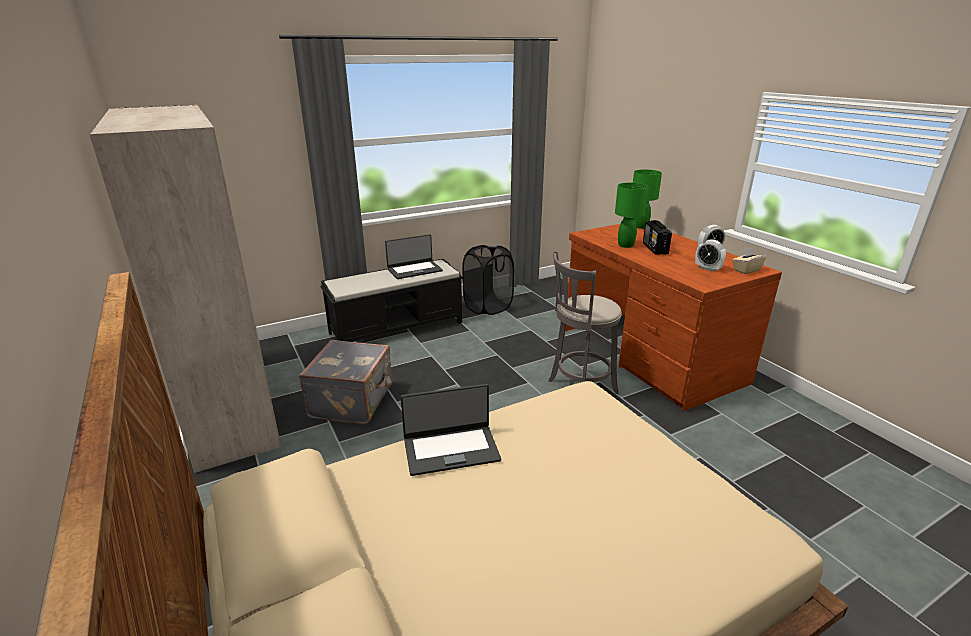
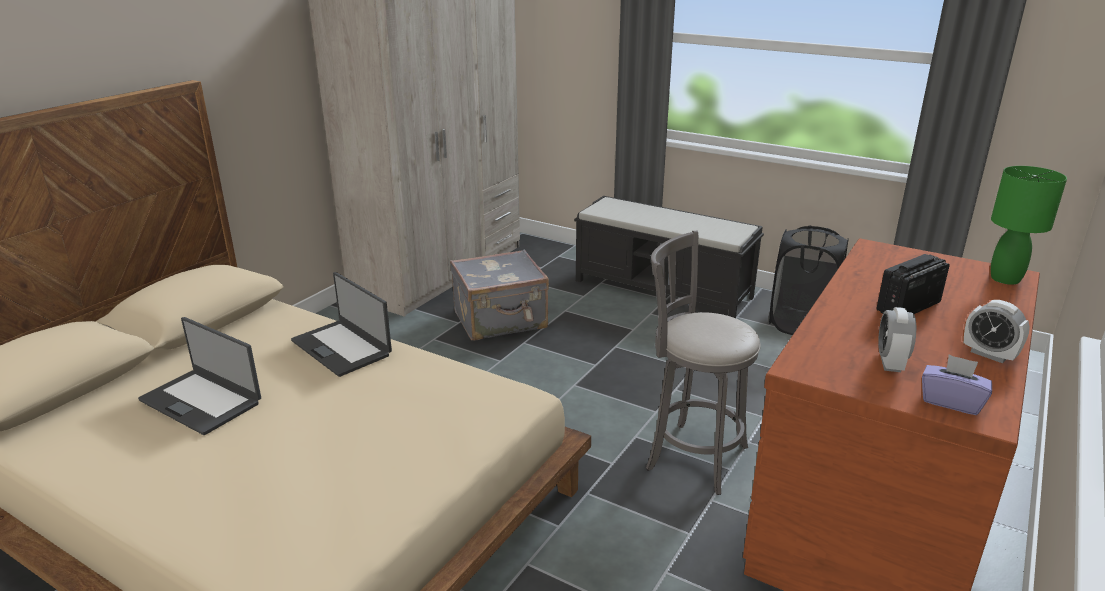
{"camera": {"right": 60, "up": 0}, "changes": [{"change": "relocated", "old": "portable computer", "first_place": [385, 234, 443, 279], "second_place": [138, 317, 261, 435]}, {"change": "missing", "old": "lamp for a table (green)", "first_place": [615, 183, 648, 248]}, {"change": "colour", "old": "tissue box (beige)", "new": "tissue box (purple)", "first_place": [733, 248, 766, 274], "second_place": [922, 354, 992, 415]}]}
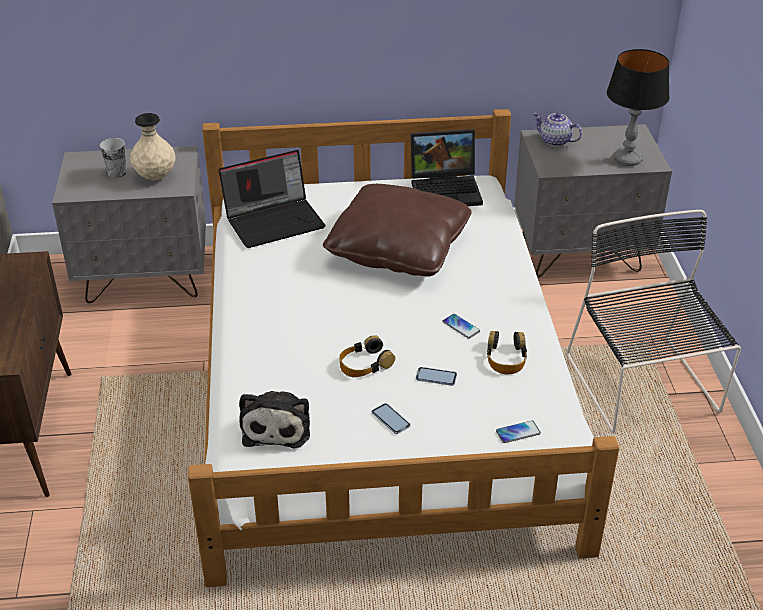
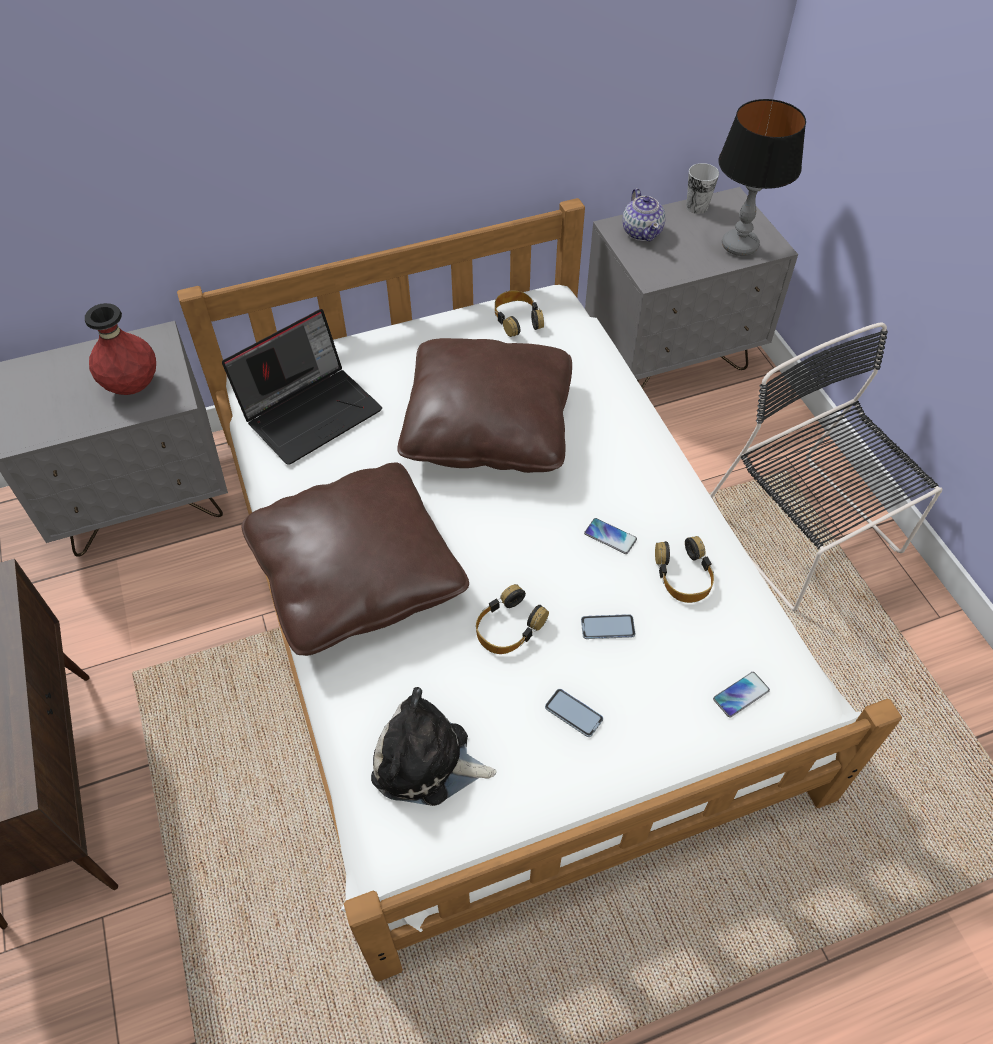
{"camera": {"right": -15, "up": 15}, "changes": [{"change": "relocated", "old": "drinking cup", "first_place": [100, 138, 126, 178], "second_place": [686, 163, 719, 214]}, {"change": "colour", "old": "decorative vase (beige)", "new": "decorative vase (red)", "first_place": [130, 113, 175, 180], "second_place": [85, 303, 156, 395]}, {"change": "spun", "old": "plush toy", "first_place": [239, 391, 310, 449], "second_place": [371, 687, 496, 806], "degrees": 120}, {"change": "exchanged", "old": "portable computer", "new": "headphones", "first_place": [411, 129, 483, 206], "second_place": [495, 290, 544, 337]}, {"change": "spun", "old": "tea pot", "first_place": [533, 112, 582, 147], "second_place": [622, 188, 666, 242], "degrees": -120}, {"change": "appeared", "new": "throw pillow (brown)", "second_place": [242, 462, 469, 656]}]}
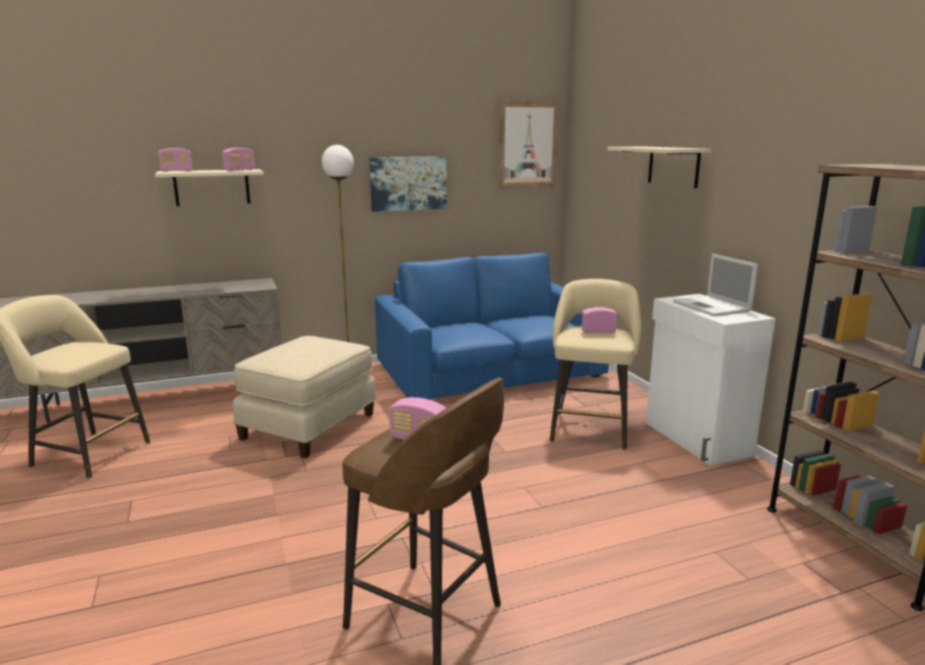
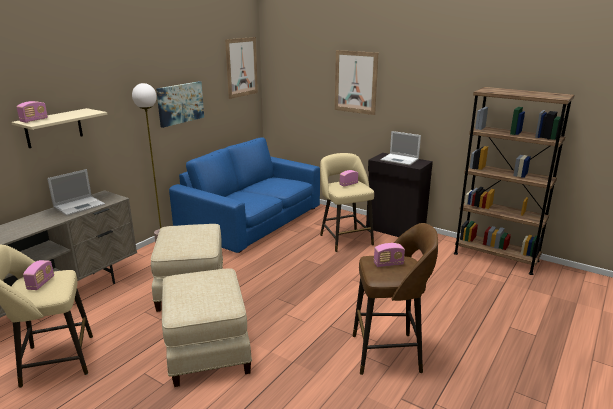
{"camera": {"right": -35, "up": 5}, "changes": [{"change": "relocated", "old": "radio set", "first_place": [222, 148, 255, 171], "second_place": [23, 260, 54, 290]}, {"change": "exchanged", "old": "bracket shelf (beige)", "new": "picture", "first_place": [607, 147, 711, 188], "second_place": [335, 50, 378, 115]}, {"change": "colour", "old": "cabinet (white-coloured)", "new": "cabinet (black-coloured)", "first_place": [646, 294, 776, 466], "second_place": [366, 153, 433, 237]}, {"change": "appeared", "new": "portable computer", "second_place": [47, 169, 105, 216]}, {"change": "appeared", "new": "ottoman (beige)", "second_place": [162, 268, 252, 387]}]}
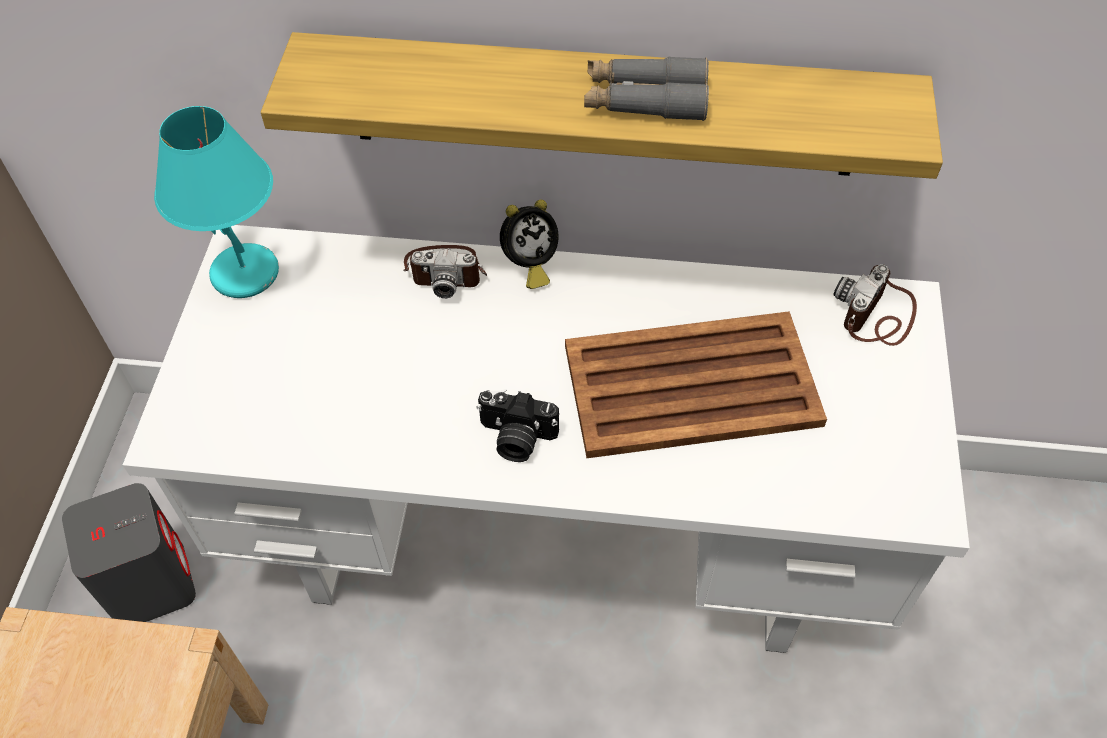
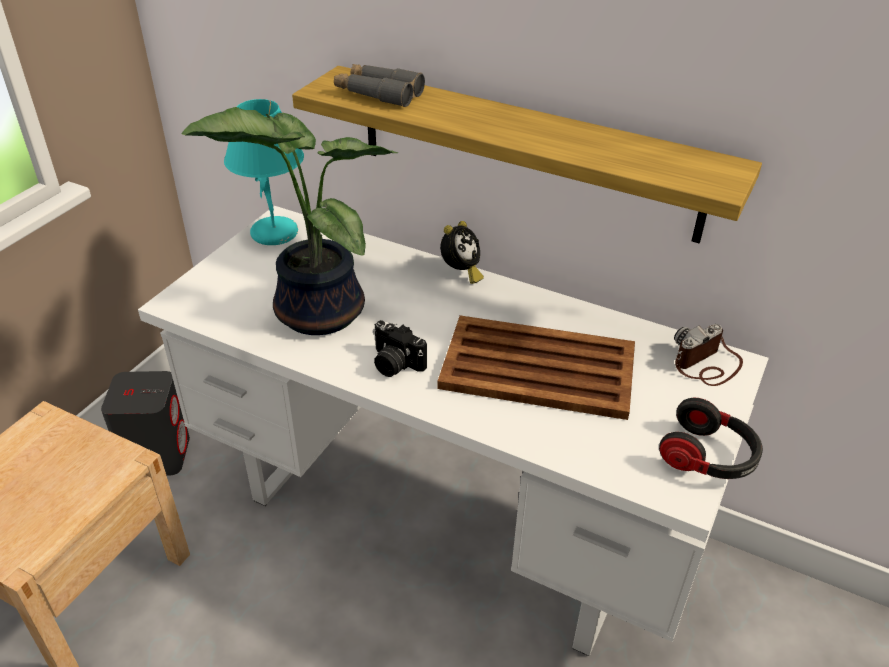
{"camera": {"right": 20, "up": -15}, "changes": [{"change": "missing", "old": "still camera", "first_place": [403, 245, 487, 298]}, {"change": "spun", "old": "alarm clock", "first_place": [500, 200, 559, 289], "second_place": [440, 221, 484, 284], "degrees": -45}, {"change": "relocated", "old": "pair of binoculars (gray)", "first_place": [584, 56, 709, 121], "second_place": [334, 64, 425, 107]}, {"change": "appeared", "new": "plant in a pot", "second_place": [181, 107, 398, 335]}, {"change": "appeared", "new": "headphones", "second_place": [659, 397, 763, 479]}]}
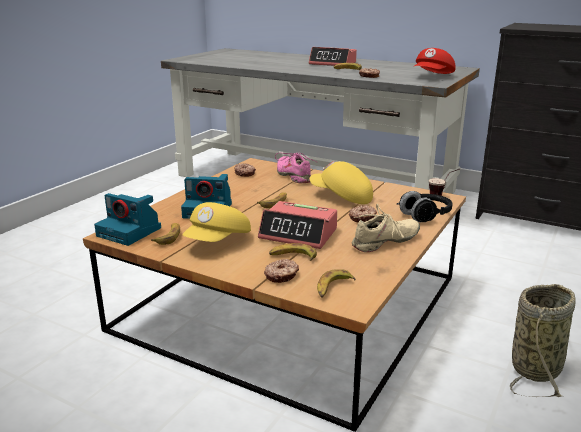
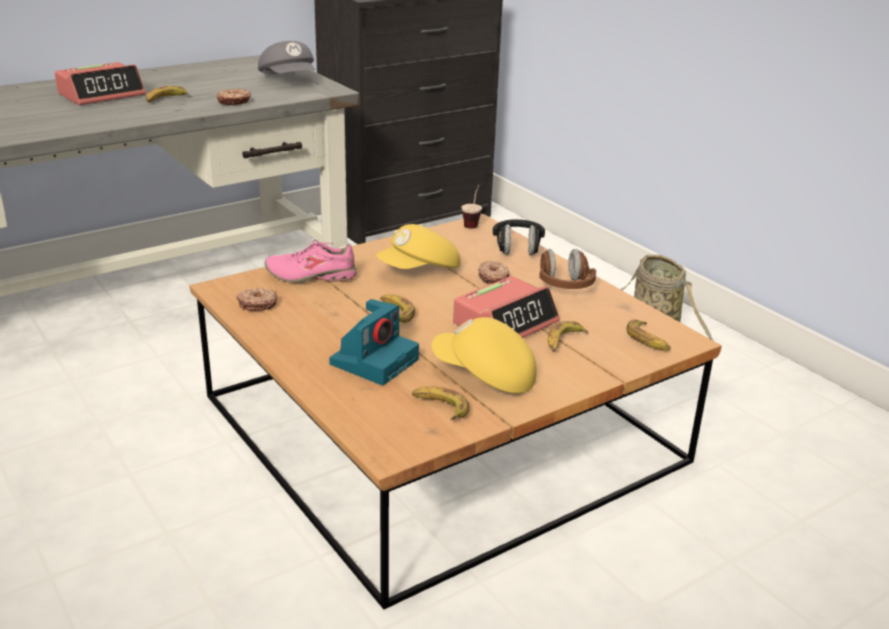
{"camera": {"right": -65, "up": 5}, "changes": [{"change": "missing", "old": "still camera", "first_place": [94, 193, 161, 246]}, {"change": "spun", "old": "baseball cap (yellow)", "first_place": [182, 202, 251, 242], "second_place": [432, 317, 537, 393], "degrees": 150}, {"change": "missing", "old": "donut", "first_place": [264, 259, 299, 283]}, {"change": "exchanged", "old": "item of footwear (beige)", "new": "headphones (brown)", "first_place": [352, 204, 420, 252], "second_place": [539, 249, 596, 289]}, {"change": "colour", "old": "baseball cap (red)", "new": "baseball cap (gray)", "first_place": [413, 48, 456, 74], "second_place": [258, 41, 315, 74]}]}
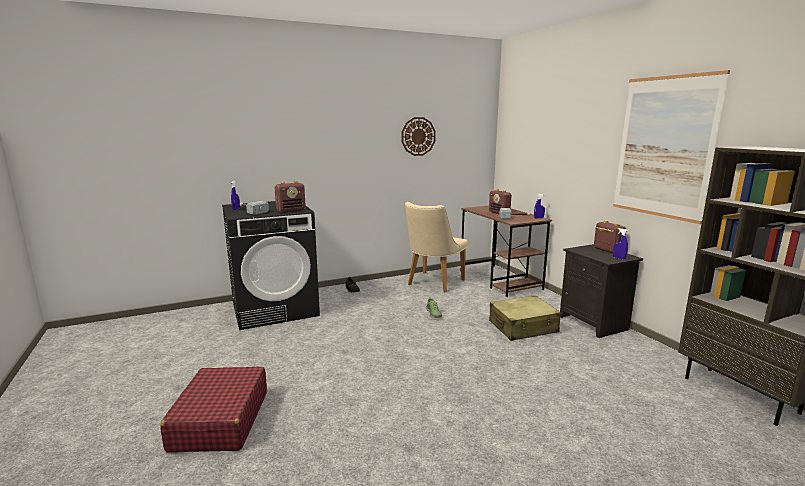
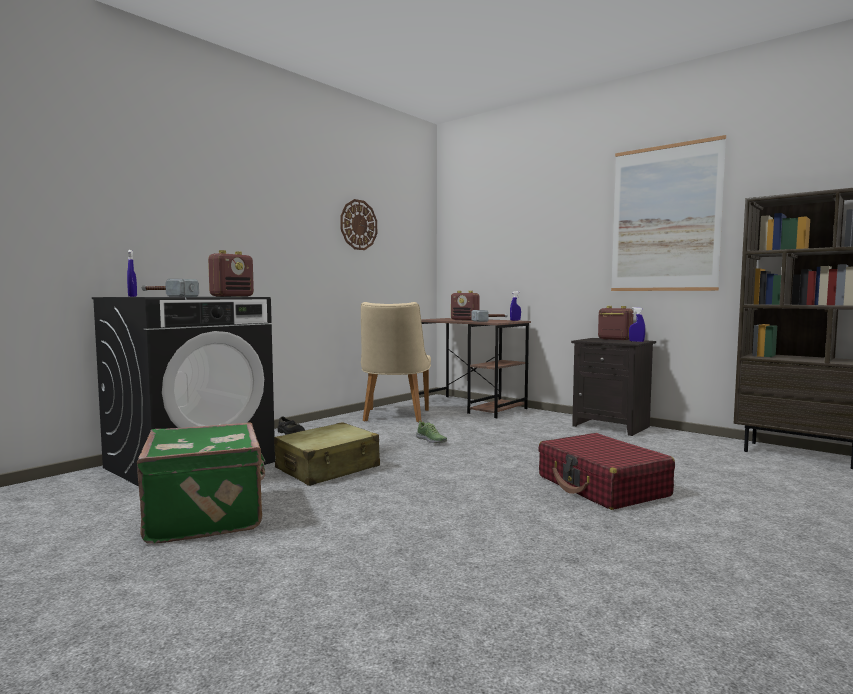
{"camera": {"right": -25, "up": -10}, "changes": [{"change": "relocated", "old": "travel case (red)", "first_place": [160, 367, 267, 453], "second_place": [538, 433, 675, 510]}, {"change": "relocated", "old": "travel case (beige)", "first_place": [489, 295, 561, 341], "second_place": [274, 422, 380, 486]}, {"change": "appeared", "new": "travel case (green)", "second_place": [137, 422, 265, 543]}]}
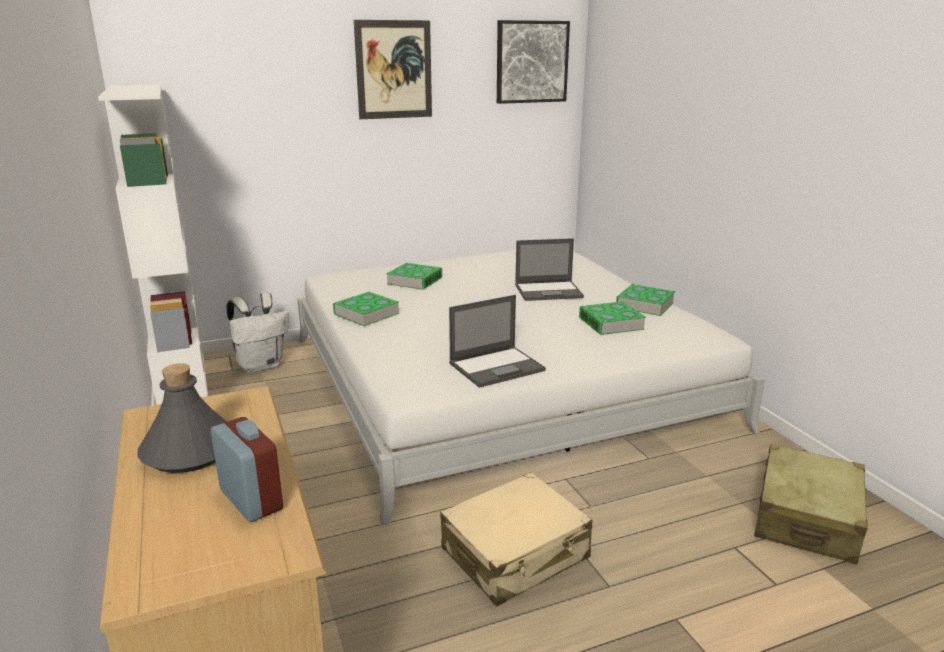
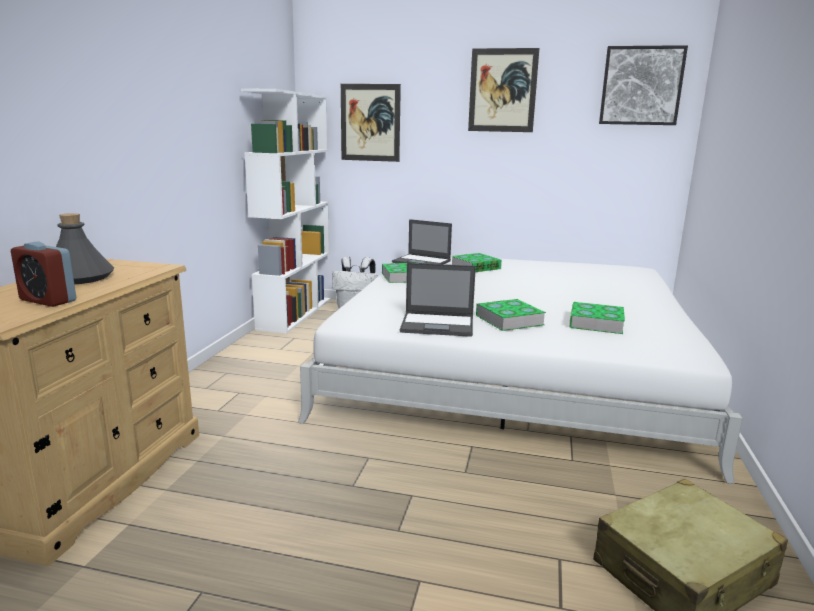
{"camera": {"right": 35, "up": -5}, "changes": [{"change": "spun", "old": "alarm clock", "first_place": [211, 417, 283, 522], "second_place": [11, 242, 76, 307], "degrees": 120}, {"change": "missing", "old": "travel case (beige)", "first_place": [441, 472, 592, 606]}, {"change": "relocated", "old": "portable computer", "first_place": [515, 238, 584, 301], "second_place": [392, 219, 452, 264]}, {"change": "relocated", "old": "volume", "first_place": [616, 284, 675, 316], "second_place": [476, 299, 546, 331]}, {"change": "appeared", "new": "picture", "second_place": [341, 84, 401, 162]}]}
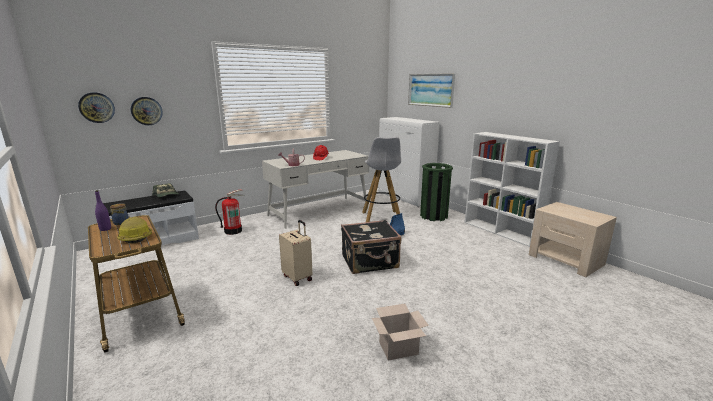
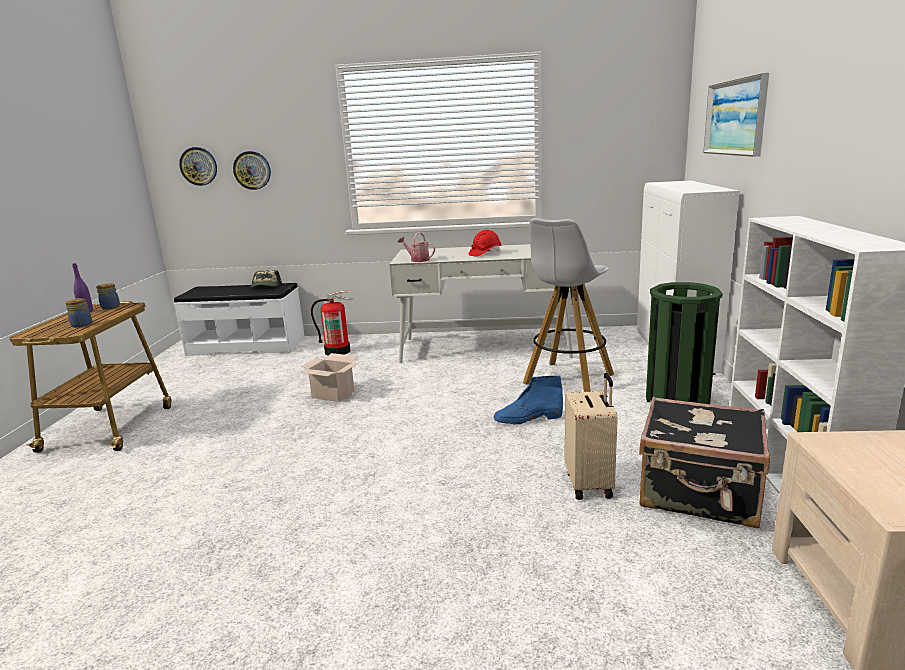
{"camera": {"right": 40, "up": 0}, "changes": [{"change": "exchanged", "old": "hard hat", "new": "storage jar", "first_place": [117, 217, 152, 243], "second_place": [65, 298, 92, 328]}, {"change": "relocated", "old": "travel case (beige)", "first_place": [279, 220, 312, 286], "second_place": [565, 373, 618, 500]}, {"change": "relocated", "old": "travel case (black-coloured)", "first_place": [341, 220, 401, 274], "second_place": [639, 397, 770, 528]}, {"change": "relocated", "old": "cardboard box", "first_place": [372, 304, 429, 360], "second_place": [299, 353, 358, 402]}]}
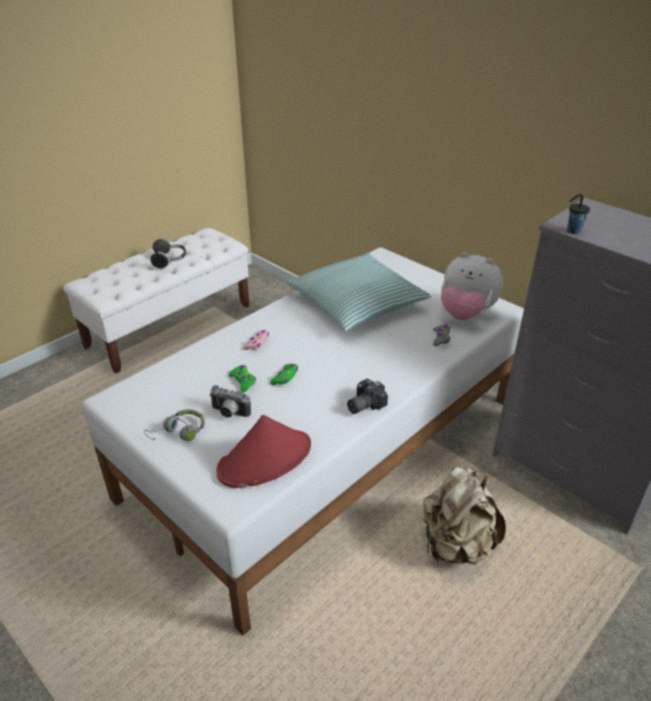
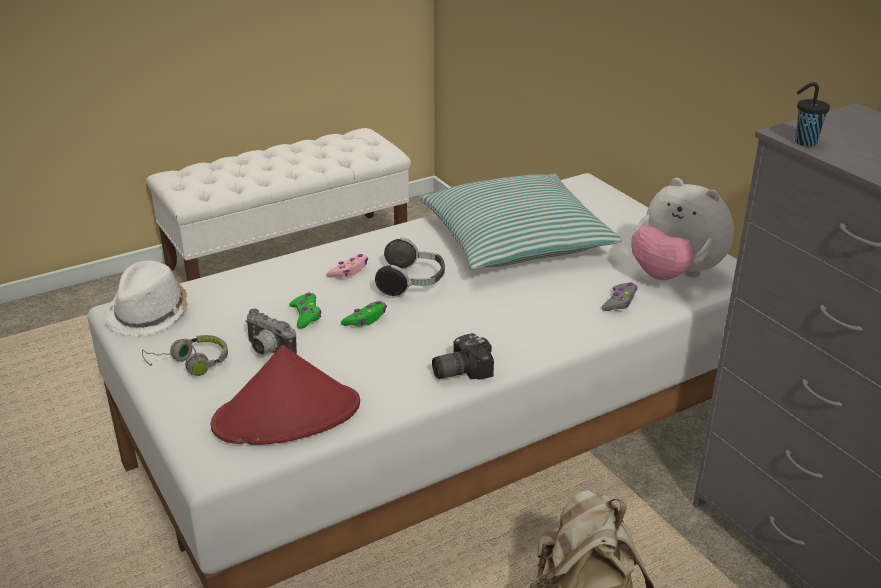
{"camera": {"right": 15, "up": -5}, "changes": [{"change": "relocated", "old": "headphones", "first_place": [150, 238, 186, 269], "second_place": [375, 237, 445, 298]}, {"change": "appeared", "new": "wearable hat (white-coloured)", "second_place": [105, 260, 188, 337]}]}
